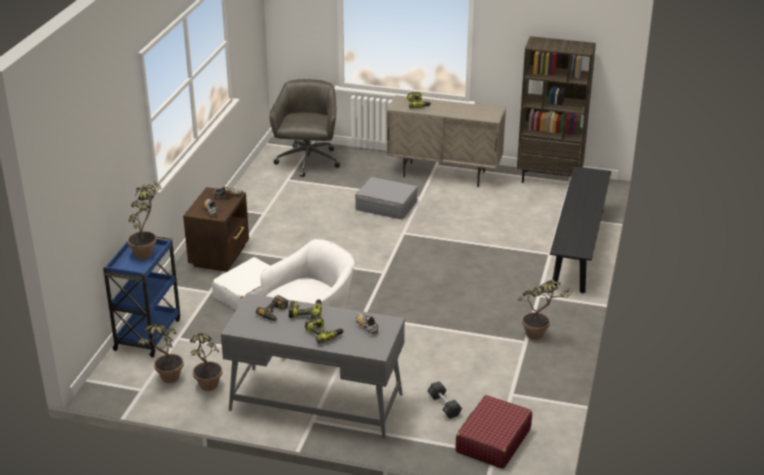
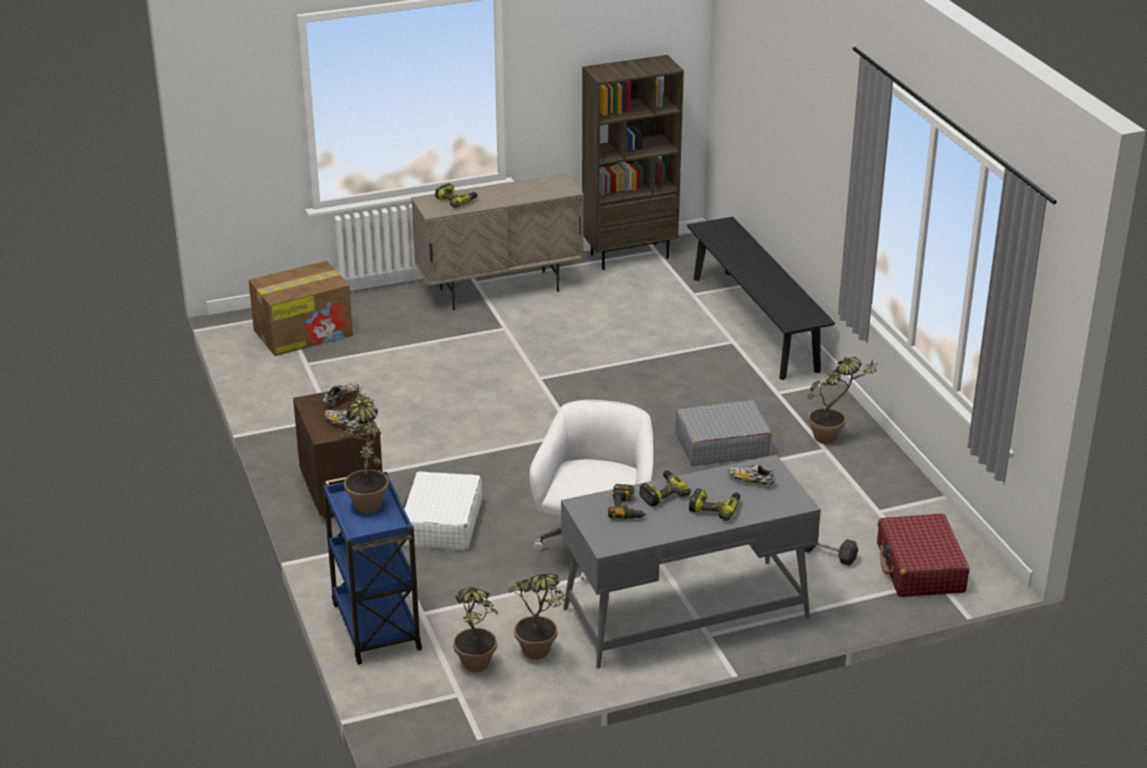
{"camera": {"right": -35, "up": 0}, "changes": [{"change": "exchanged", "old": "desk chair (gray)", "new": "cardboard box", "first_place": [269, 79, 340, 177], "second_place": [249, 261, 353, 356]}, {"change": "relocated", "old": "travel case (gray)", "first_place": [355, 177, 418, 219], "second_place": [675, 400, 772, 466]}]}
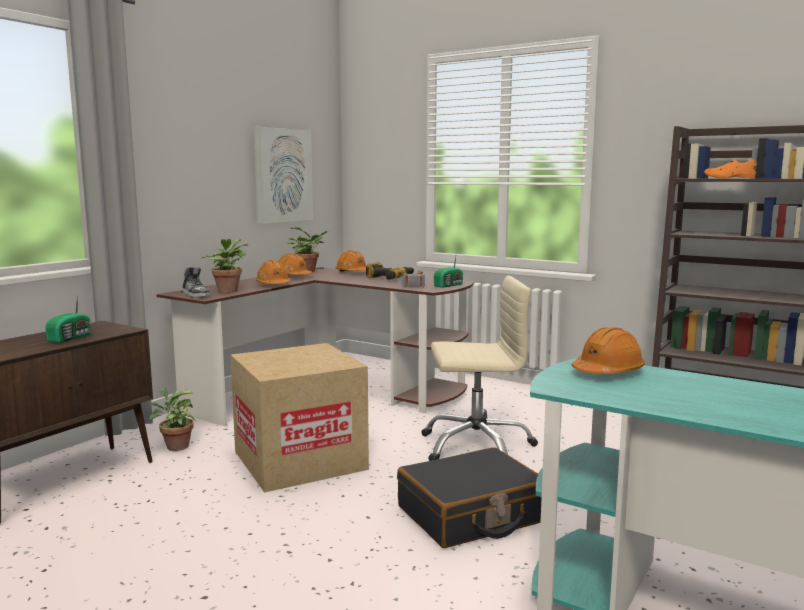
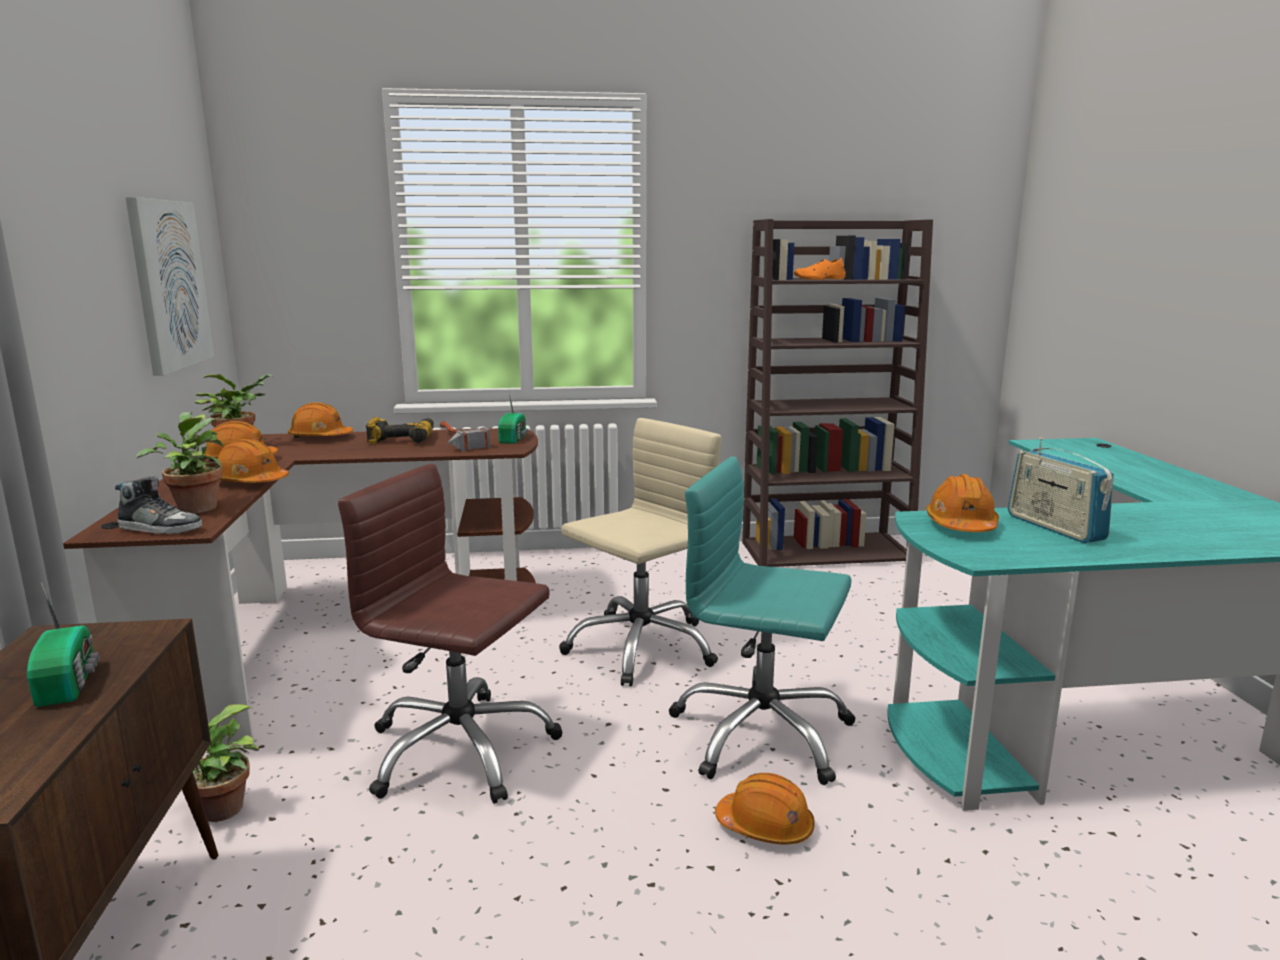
{"camera": {"right": -40, "up": 5}, "changes": [{"change": "exchanged", "old": "cardboard box", "new": "desk chair (brown)", "first_place": [231, 343, 369, 493], "second_place": [338, 463, 563, 804]}, {"change": "exchanged", "old": "travel case (black-coloured)", "new": "desk chair (turquoise)", "first_place": [397, 447, 542, 548], "second_place": [669, 456, 855, 785]}, {"change": "appeared", "new": "hard hat (orange)", "second_place": [715, 773, 815, 844]}, {"change": "appeared", "new": "radio set", "second_place": [1008, 437, 1114, 543]}]}
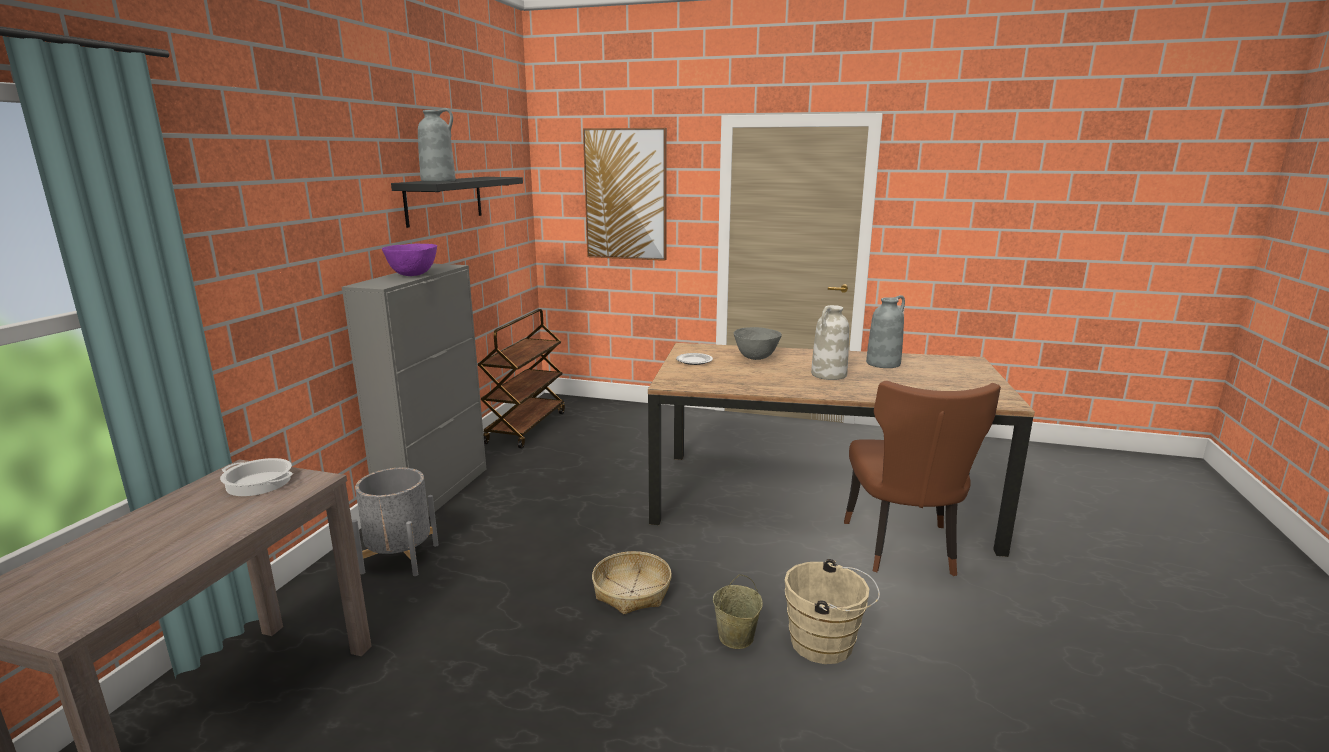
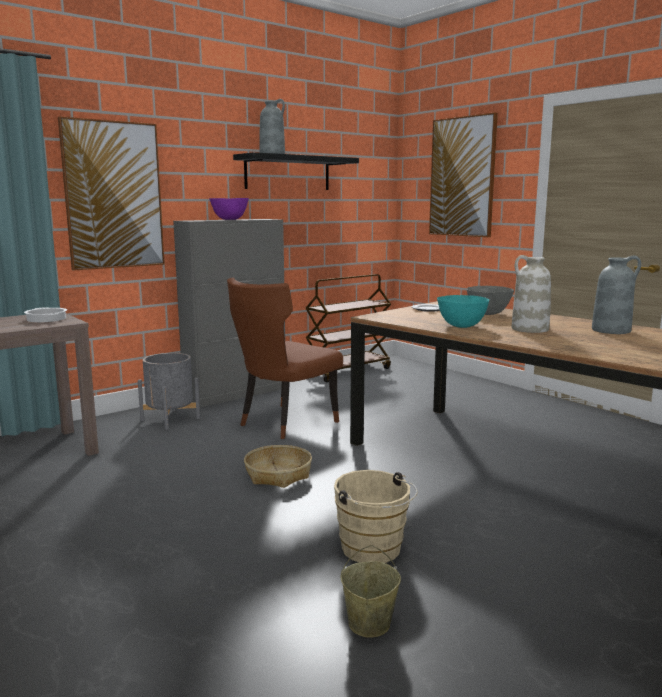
{"camera": {"right": 35, "up": -5}, "changes": [{"change": "relocated", "old": "water bucket (beige)", "first_place": [713, 574, 763, 649], "second_place": [341, 545, 401, 638]}, {"change": "relocated", "old": "plain chair (brown)", "first_place": [844, 381, 1001, 576], "second_place": [227, 277, 343, 439]}, {"change": "appeared", "new": "picture", "second_place": [58, 117, 165, 270]}, {"change": "appeared", "new": "deep dish (turquoise)", "second_place": [437, 295, 489, 328]}]}
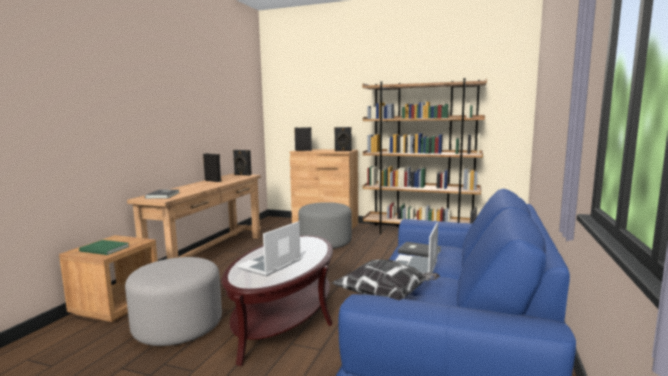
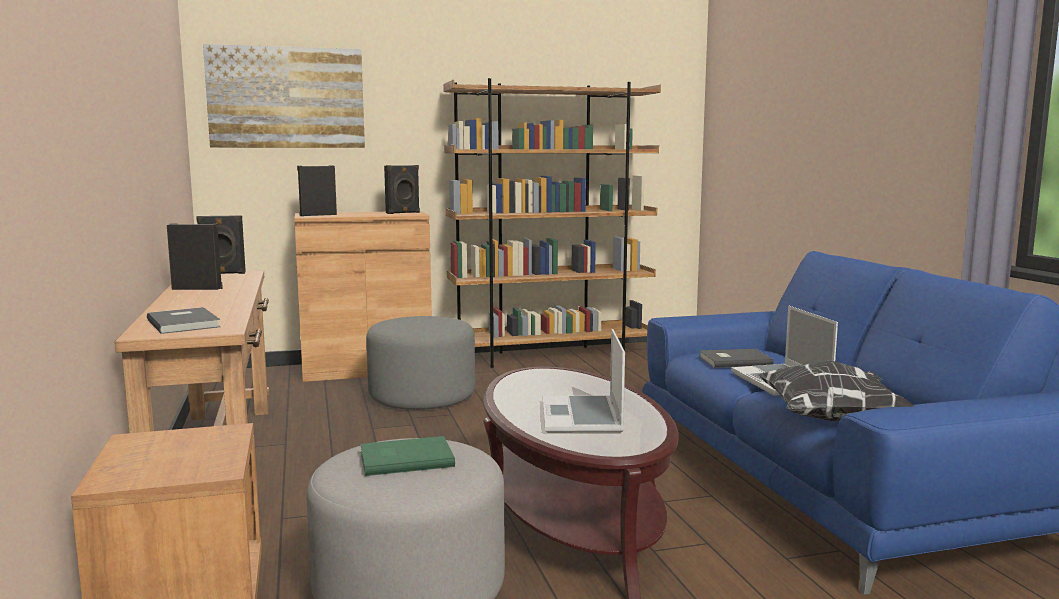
{"camera": {"right": -35, "up": 0}, "changes": [{"change": "relocated", "old": "volume (green)", "first_place": [79, 240, 130, 255], "second_place": [360, 436, 455, 476]}, {"change": "appeared", "new": "picture", "second_place": [203, 44, 365, 148]}]}
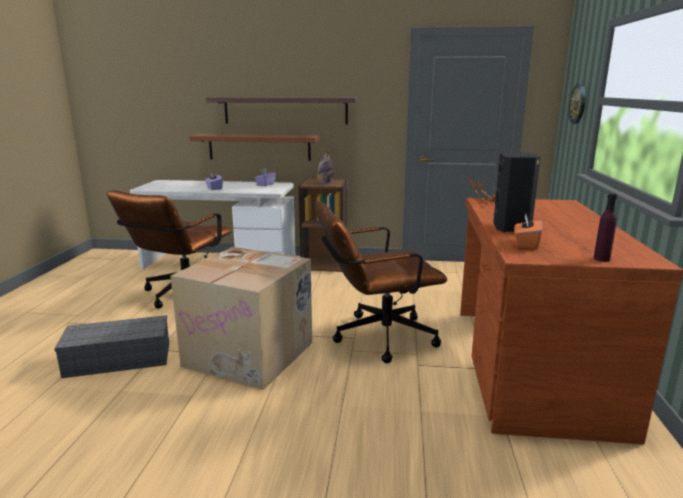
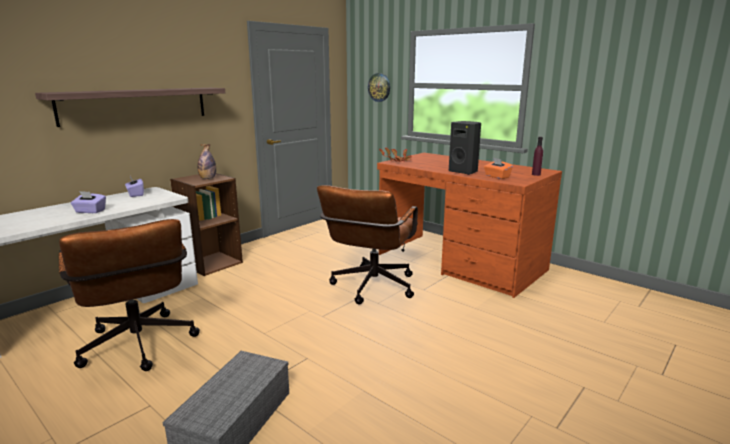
{"camera": {"right": -55, "up": 0}, "changes": [{"change": "missing", "old": "cardboard box", "first_place": [170, 247, 312, 390]}, {"change": "missing", "old": "bracket shelf (brown)", "first_place": [189, 134, 320, 161]}]}
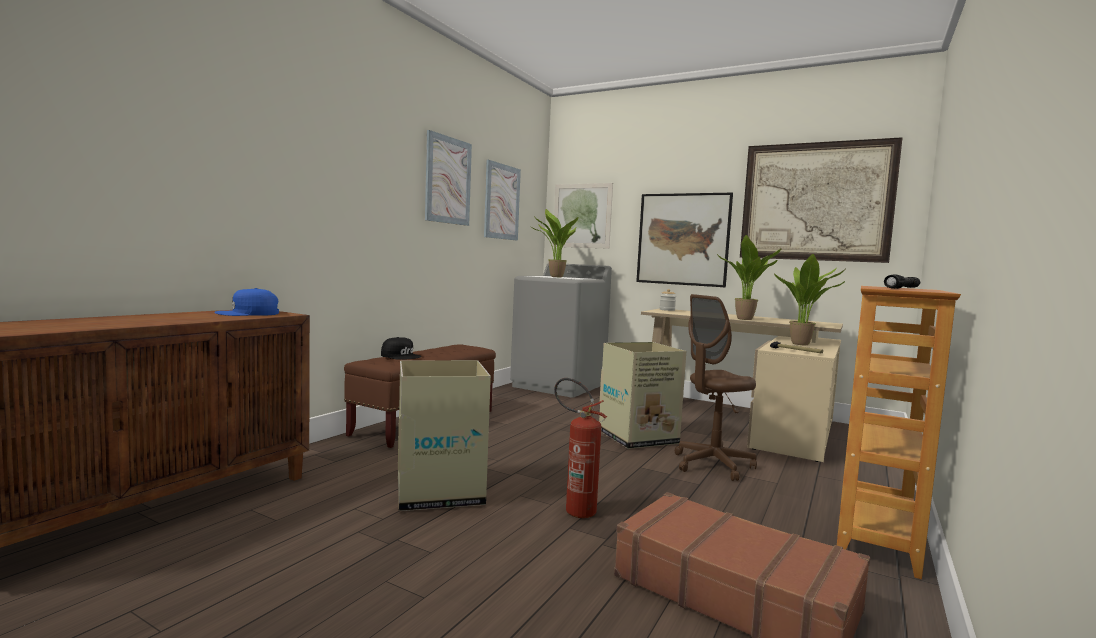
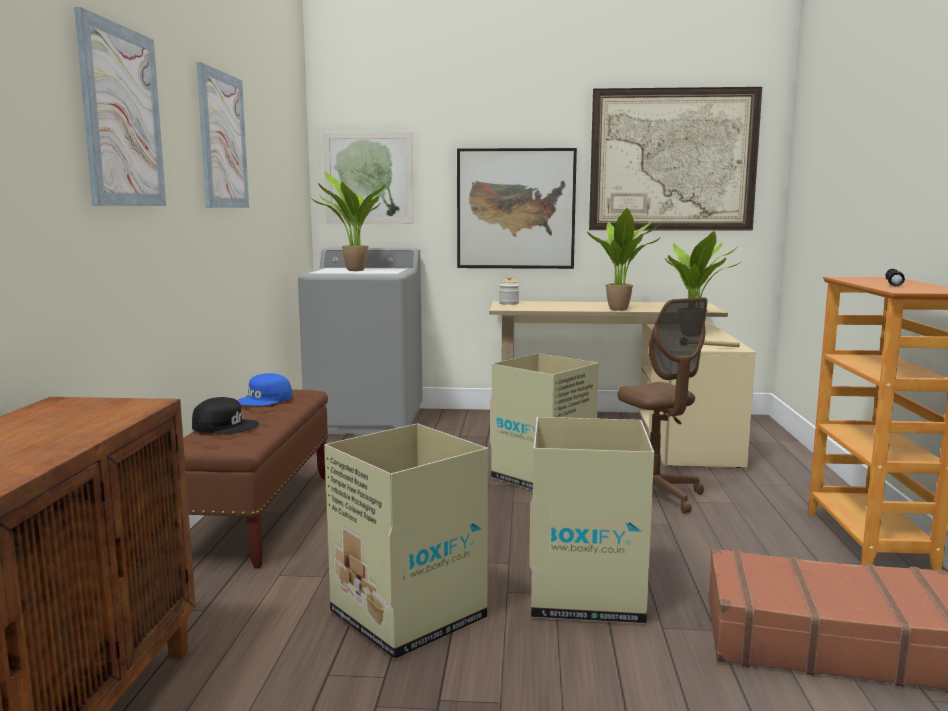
{"camera": {"right": -25, "up": 5}, "changes": [{"change": "relocated", "old": "baseball cap (bluish)", "first_place": [214, 288, 279, 316], "second_place": [237, 373, 293, 406]}, {"change": "relocated", "old": "picture", "first_place": [484, 160, 521, 240], "second_place": [74, 7, 166, 206]}, {"change": "exchanged", "old": "fire-fighting cylinder", "new": "cardboard box", "first_place": [554, 378, 607, 518], "second_place": [529, 417, 654, 624]}, {"change": "spun", "old": "desk chair (brown)", "first_place": [675, 294, 757, 481], "second_place": [617, 297, 708, 514], "degrees": -60}]}
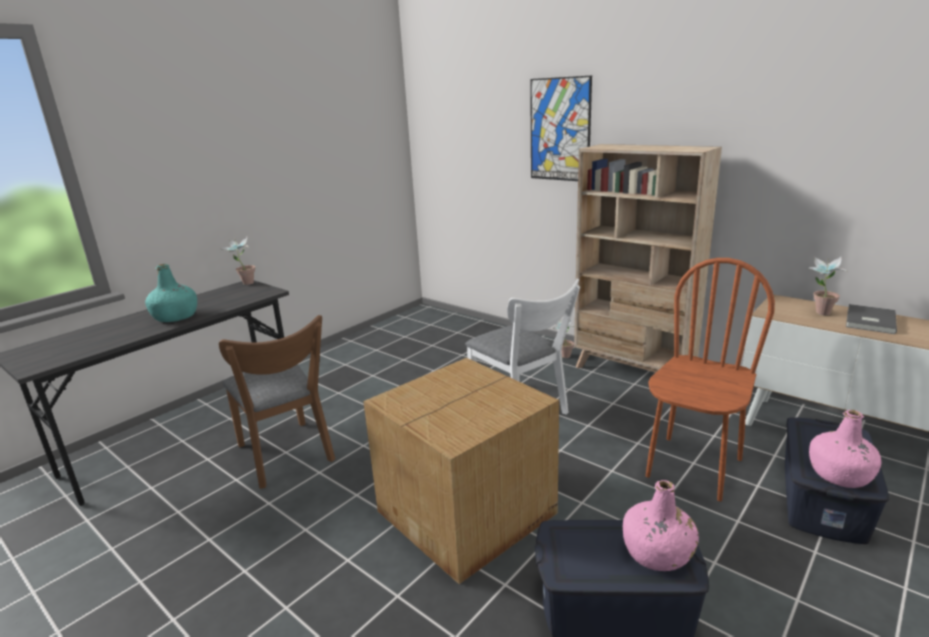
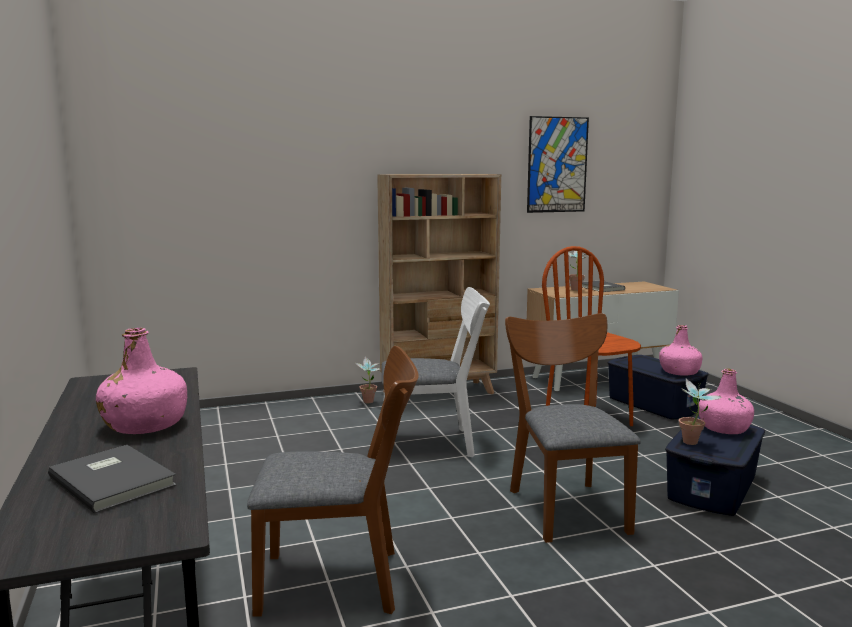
{"camera": {"right": -60, "up": -10}, "changes": [{"change": "colour", "old": "bottle (turquoise)", "new": "bottle (pink)", "first_place": [145, 264, 197, 322], "second_place": [96, 328, 187, 434]}, {"change": "relocated", "old": "plant in a pot", "first_place": [221, 237, 255, 285], "second_place": [679, 379, 722, 445]}, {"change": "exchanged", "old": "cardboard box", "new": "plain chair (brown)", "first_place": [363, 358, 559, 584], "second_place": [505, 313, 641, 543]}, {"change": "relocated", "old": "picture", "first_place": [530, 76, 592, 181], "second_place": [527, 116, 589, 213]}, {"change": "appeared", "new": "volume (gray)", "second_place": [48, 445, 177, 514]}]}
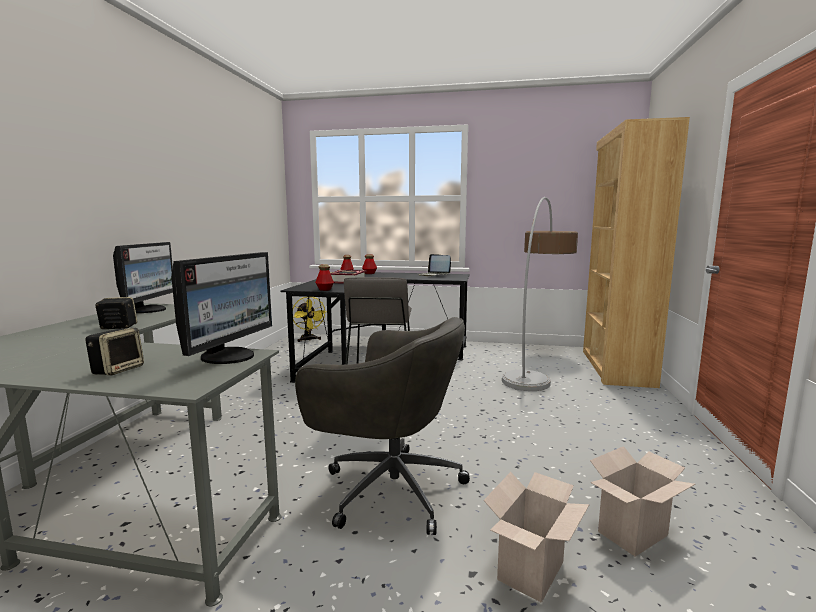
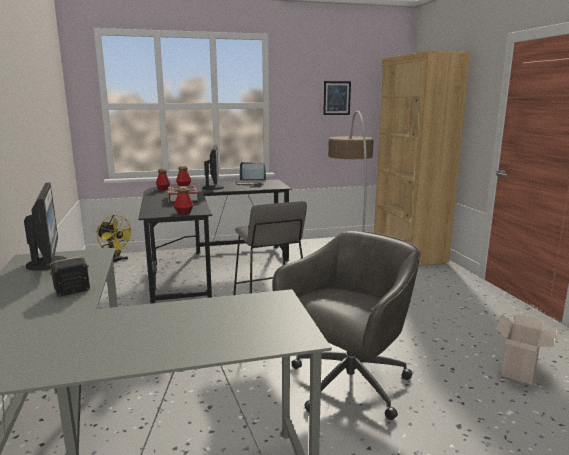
{"camera": {"right": -25, "up": 5}, "changes": [{"change": "missing", "old": "loudspeaker", "first_place": [85, 328, 144, 376]}, {"change": "relocated", "old": "computer screen", "first_place": [171, 252, 272, 364], "second_place": [203, 145, 224, 190]}, {"change": "spun", "old": "desk chair (gray)", "first_place": [295, 317, 470, 535], "second_place": [273, 231, 421, 420], "degrees": -45}, {"change": "missing", "old": "cardboard box", "first_place": [483, 472, 589, 603]}, {"change": "appeared", "new": "picture", "second_place": [323, 81, 351, 115]}]}
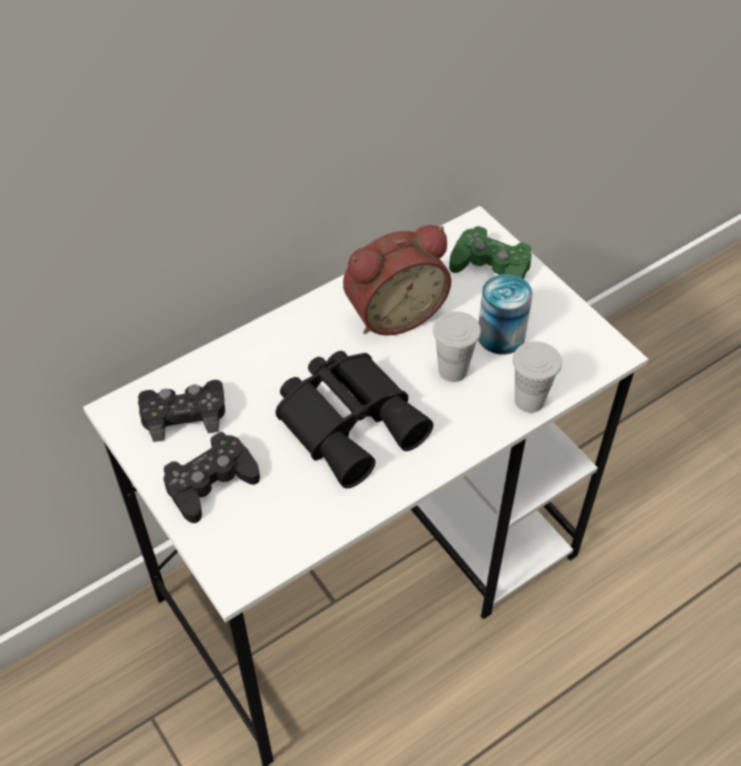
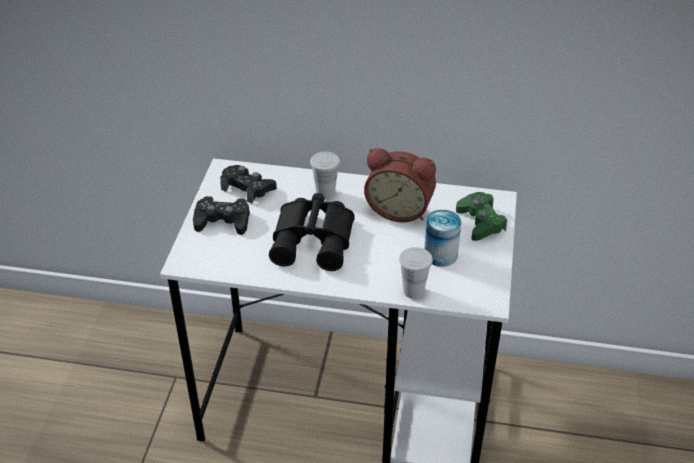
{"camera": {"right": 45, "up": -10}, "changes": [{"change": "relocated", "old": "drinking cup (white-coloured)", "first_place": [433, 311, 481, 382], "second_place": [310, 152, 340, 199]}]}
